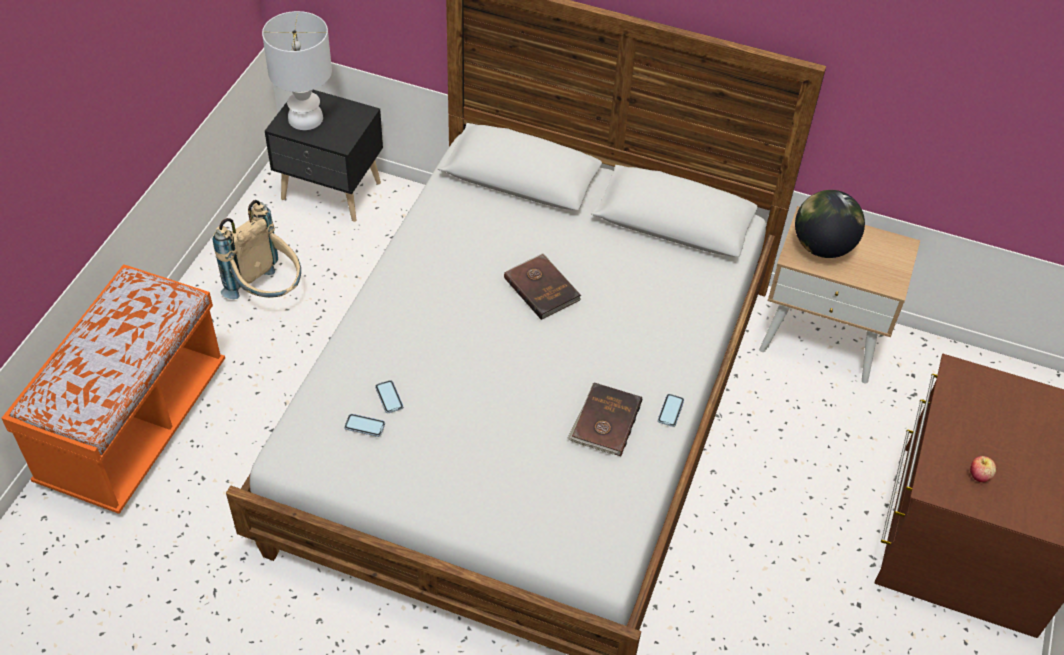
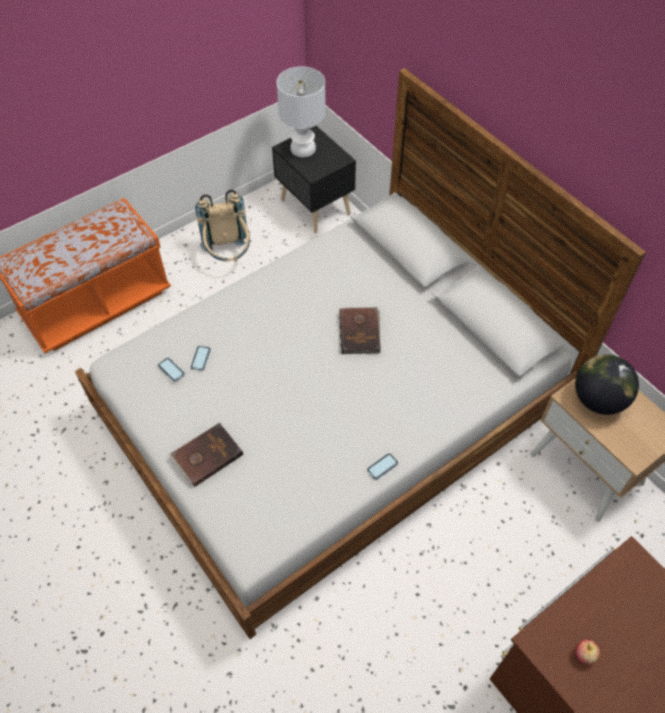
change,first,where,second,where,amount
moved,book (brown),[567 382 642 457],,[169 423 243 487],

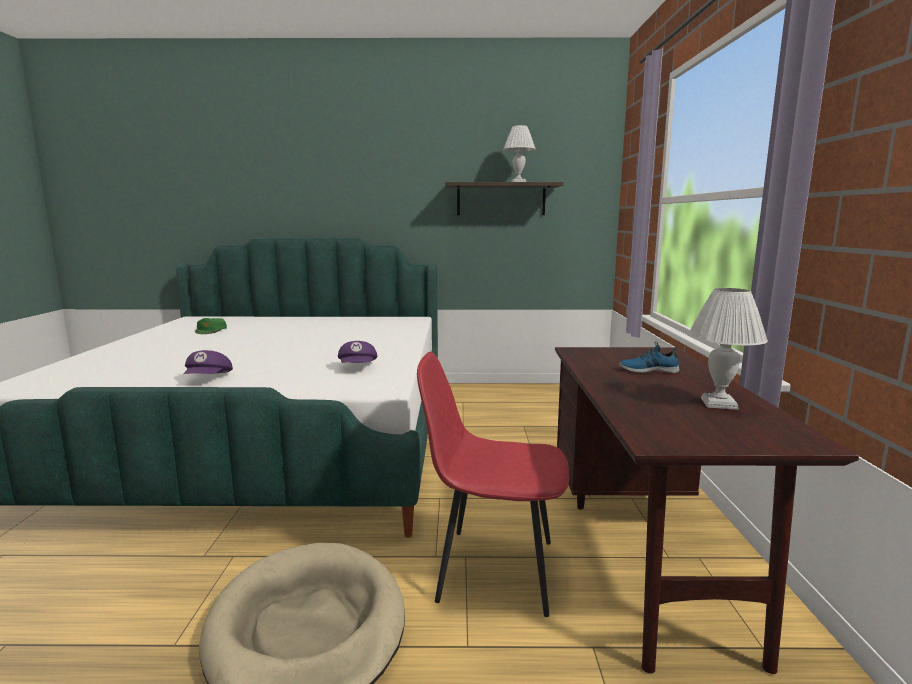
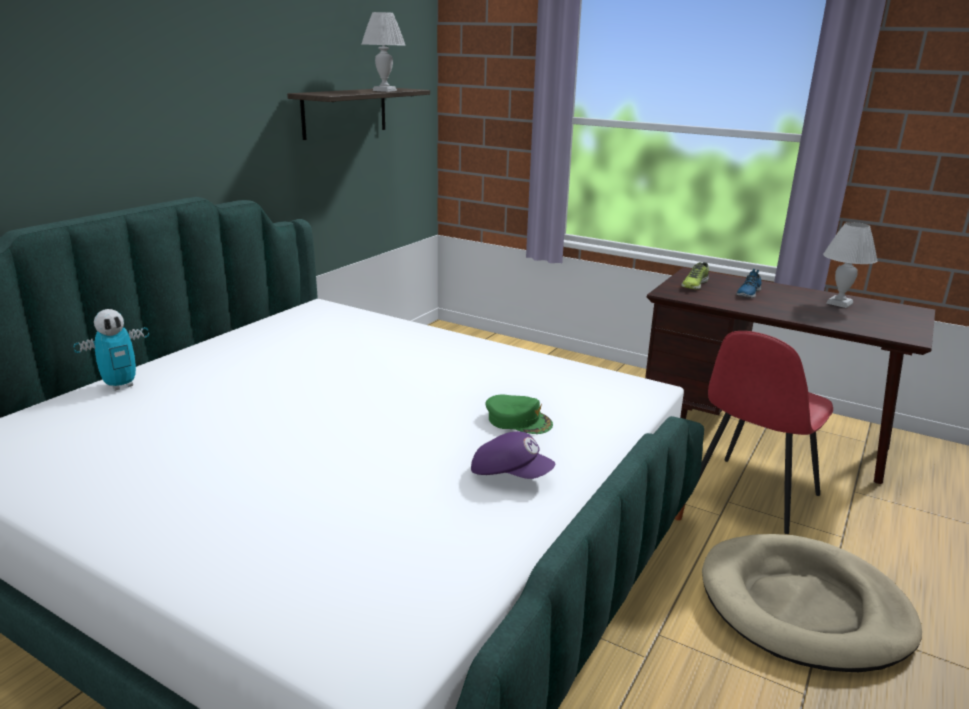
change,first,where,second,where,amount
added,,,toy robot,[73 309 149 391],
moved,cap (green),[195 318 227 334],,[485 395 553 434],
added,,,shoe,[681 262 709 289],
removed,cap (purple),[338 341 377 363],,,

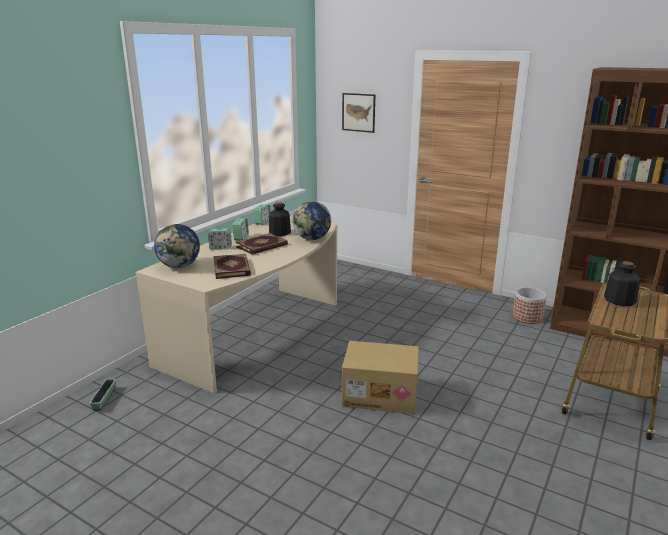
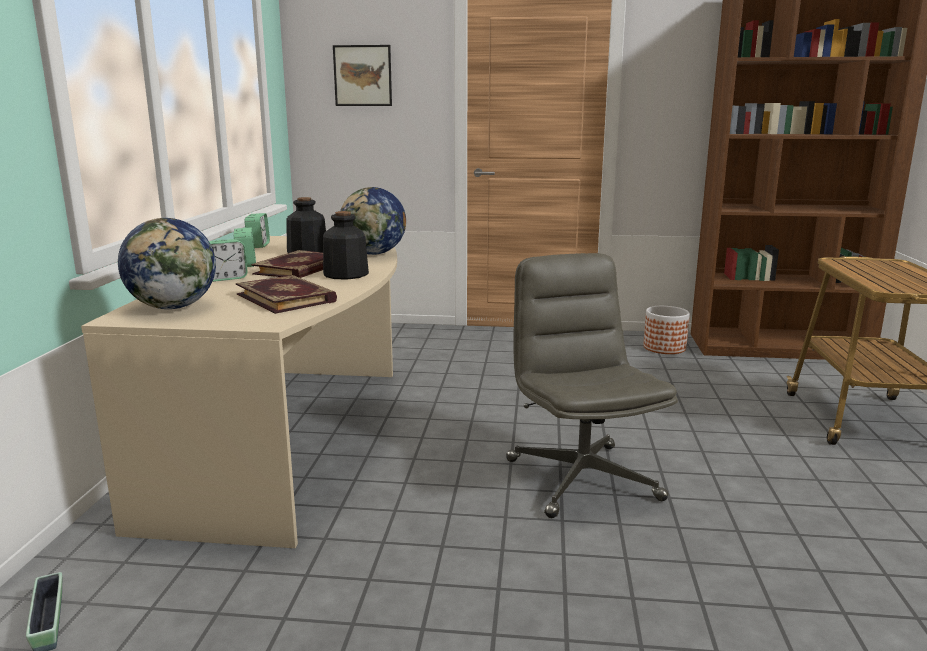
change,first,where,second,where,amount
moved,bottle,[604 261 640 306],,[323 211 369 280],
replaced,cardboard box,[342 341 419 414],office chair (grey),[506 253 678 518],

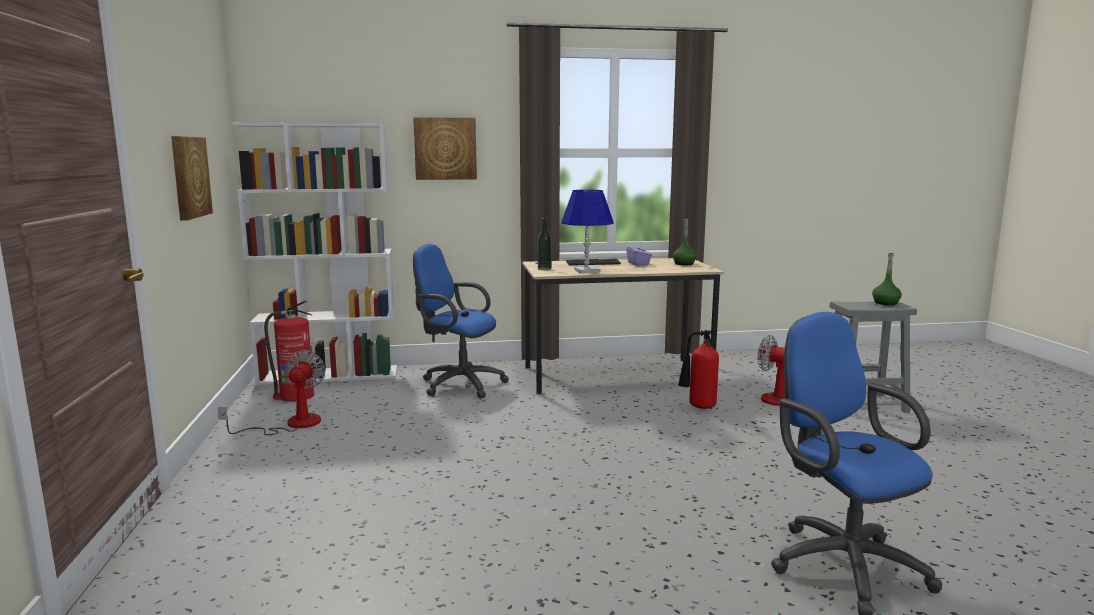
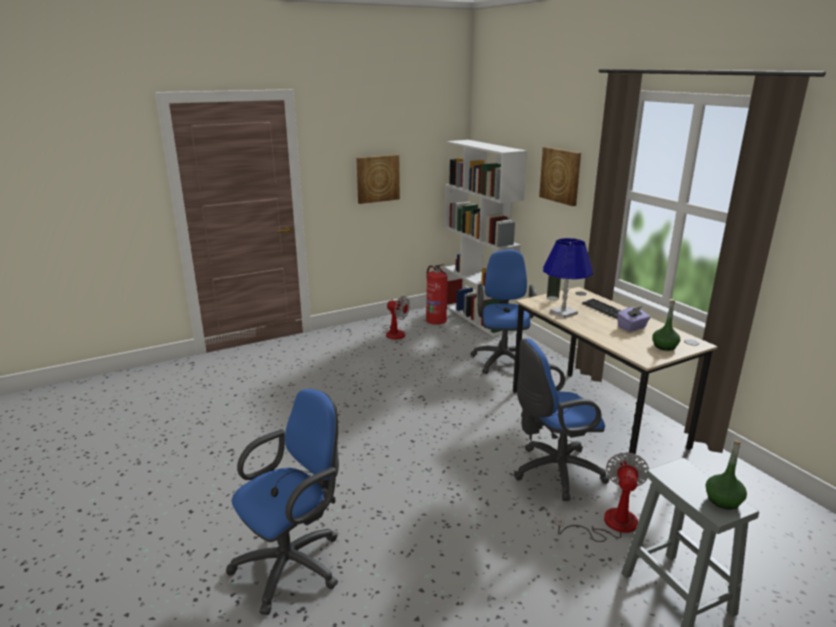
change,first,where,second,where,amount
turned,fan,[218 350 326 435],,[383 296 410 340],45 degrees clockwise
replaced,fire extinguisher,[678 330 719 409],office chair (blue),[514 339 610 501],

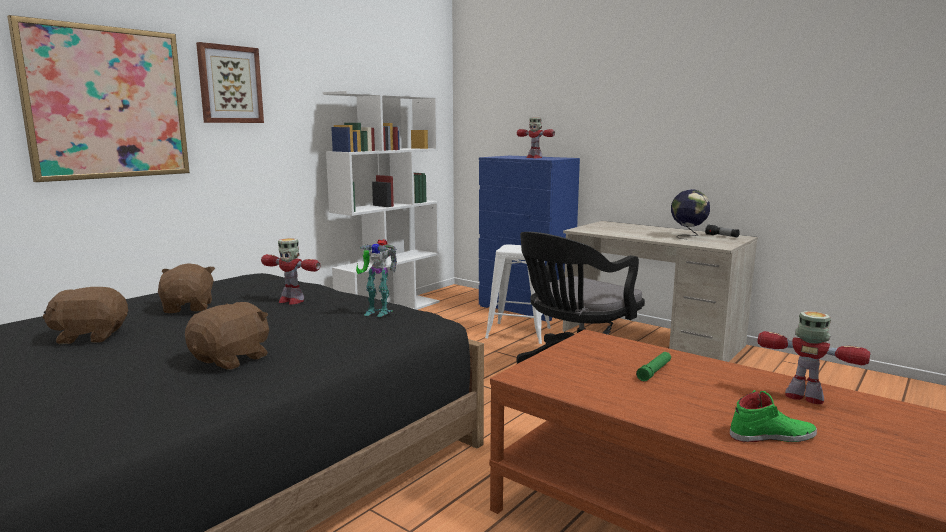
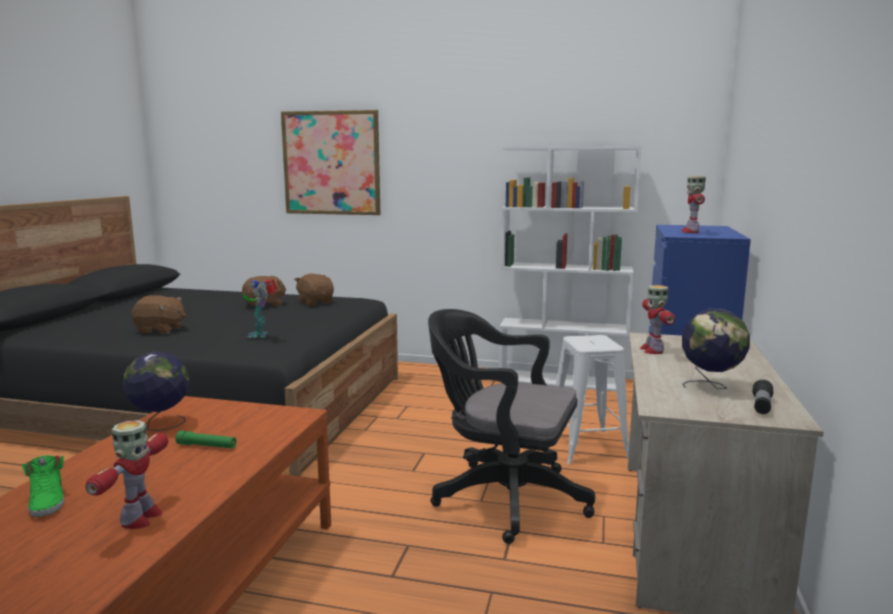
change,first,where,second,where,amount
added,,,globe,[123 351 189 431],
moved,plush toy (brown),[43 287 128 344],,[294 273 334 306],
moved,toy robot,[261 238 321 305],,[640 285 675 354],
removed,picture,[196 42 264 123],,,

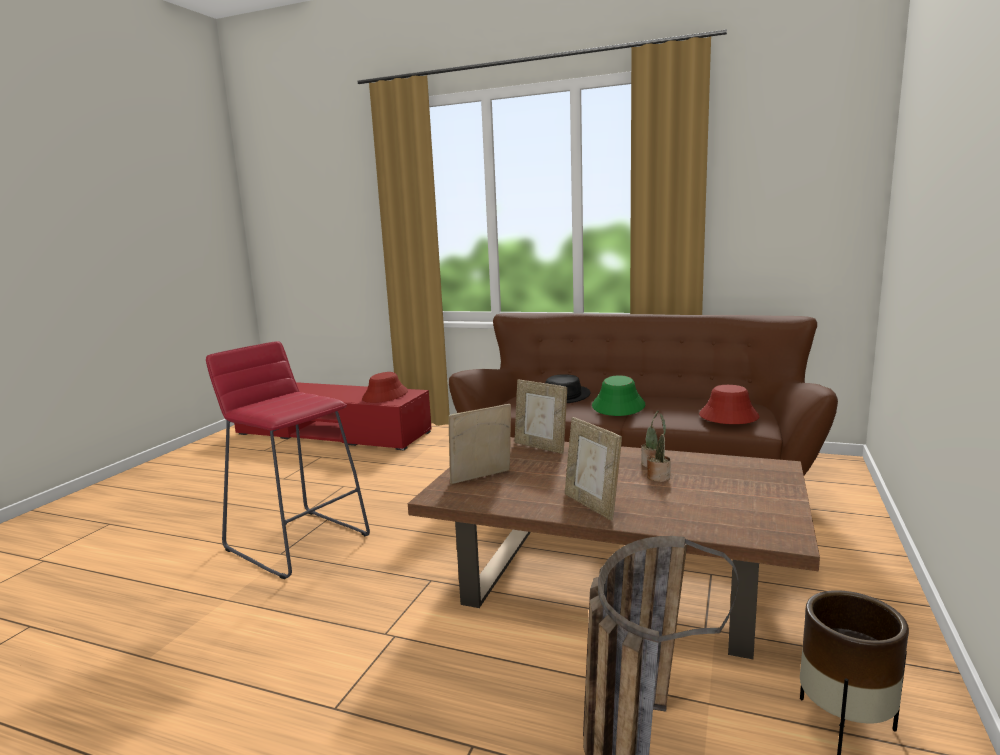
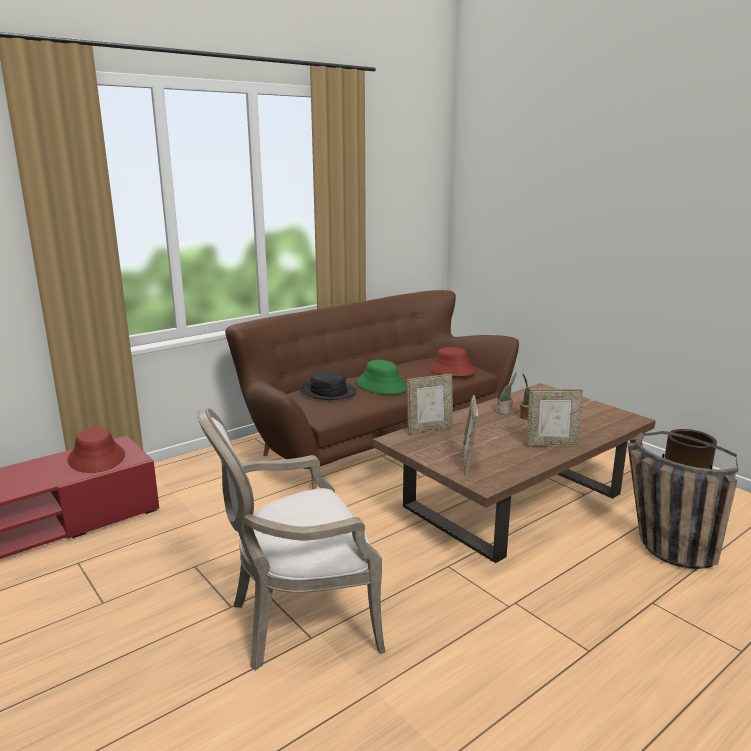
change,first,where,second,where,amount
replaced,stool (red),[206 341 370 579],armchair,[197 408 385 670],

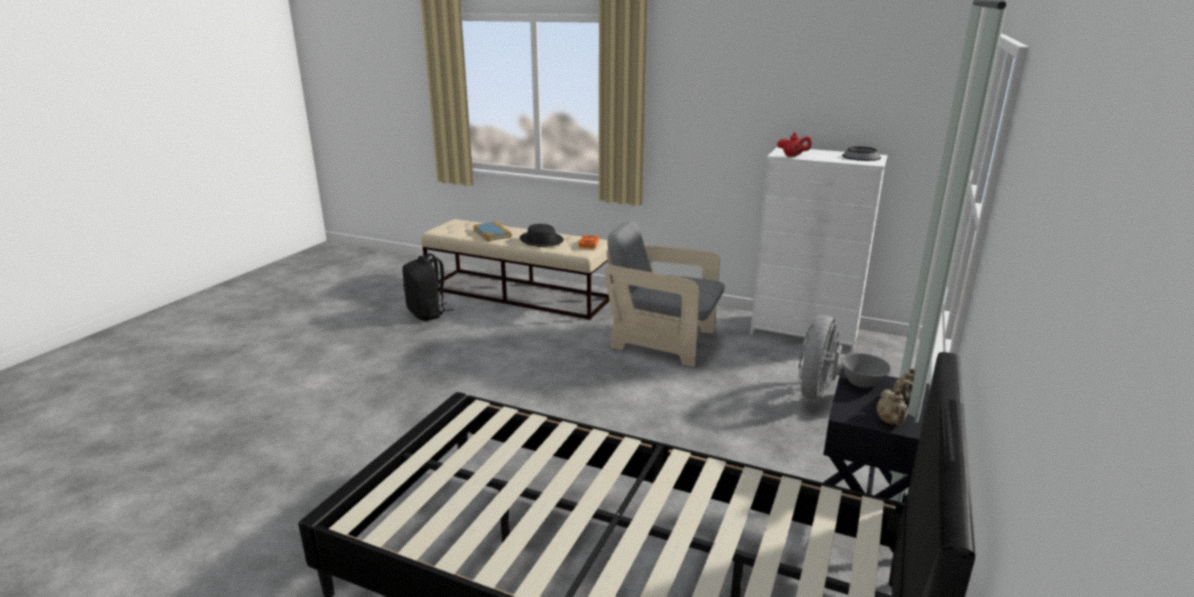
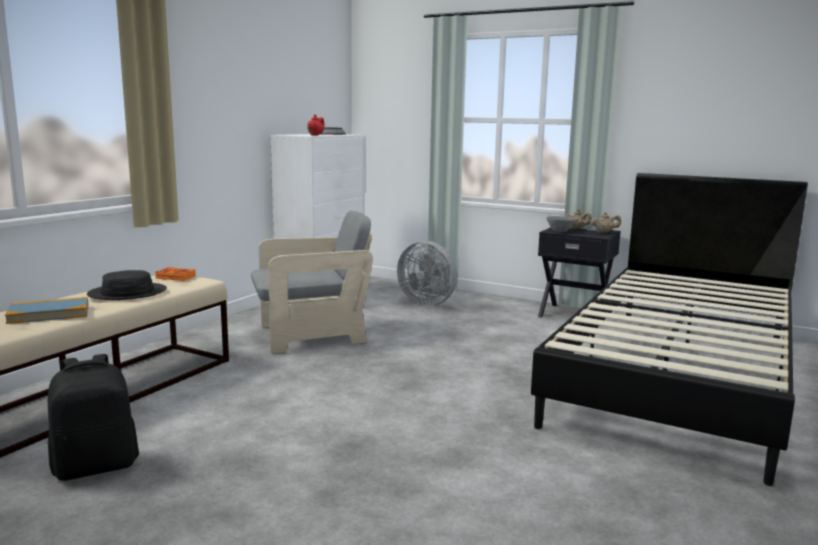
change,first,where,second,where,amount
turned,armchair (grey),[605 221 725 367],,[251 211 373 354],135 degrees counterclockwise

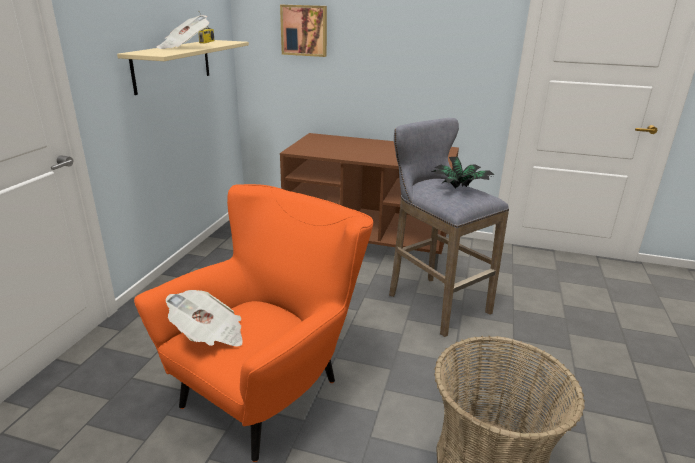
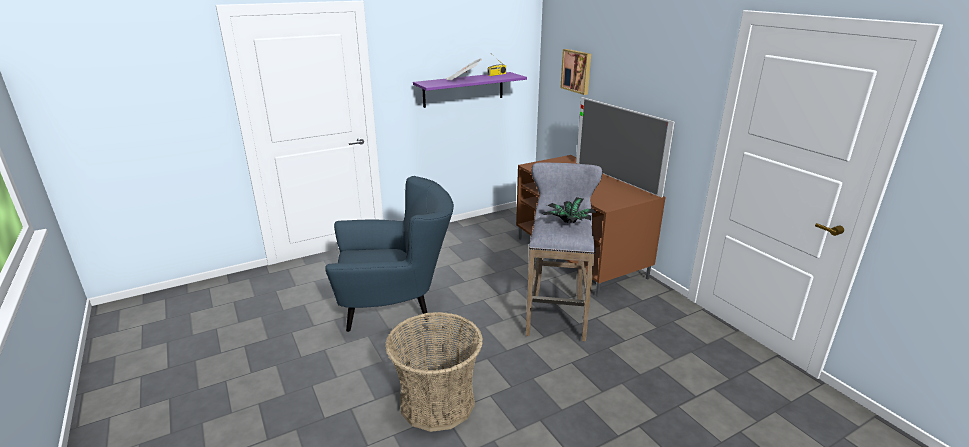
change,first,where,second,where,amount
recoloured,armchair (orange),[134 184 373 462],armchair (blue),[325 176 454 332],
recoloured,shelf (beige),[117 40 249 95],shelf (purple),[413 72 527 108],
added,,,television,[576 97 675 198],
removed,newspaper,[166 290 243 346],,,

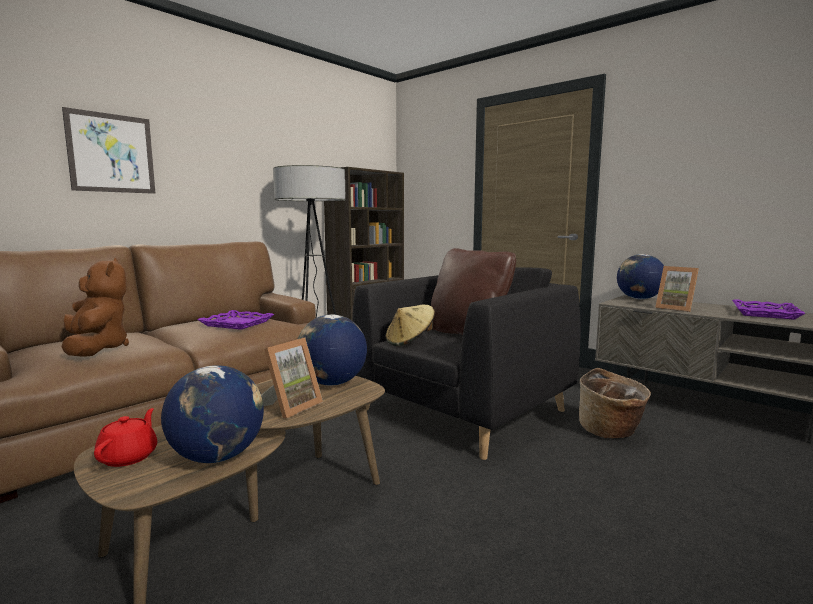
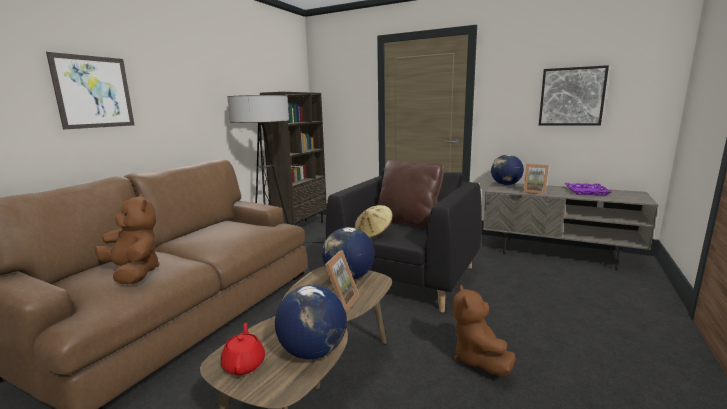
change,first,where,second,where,amount
added,,,plush toy (brown),[453 284 516 376],
added,,,picture,[539 65 609 126],
removed,tray (purple),[198 310 274 330],,,
removed,basket,[579 368 651 438],,,

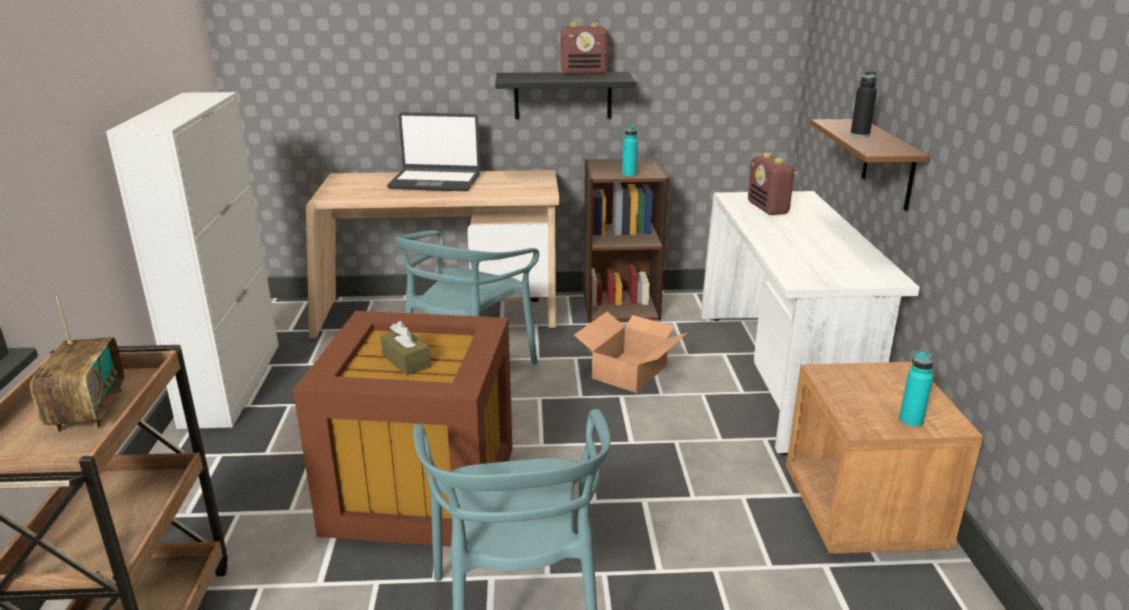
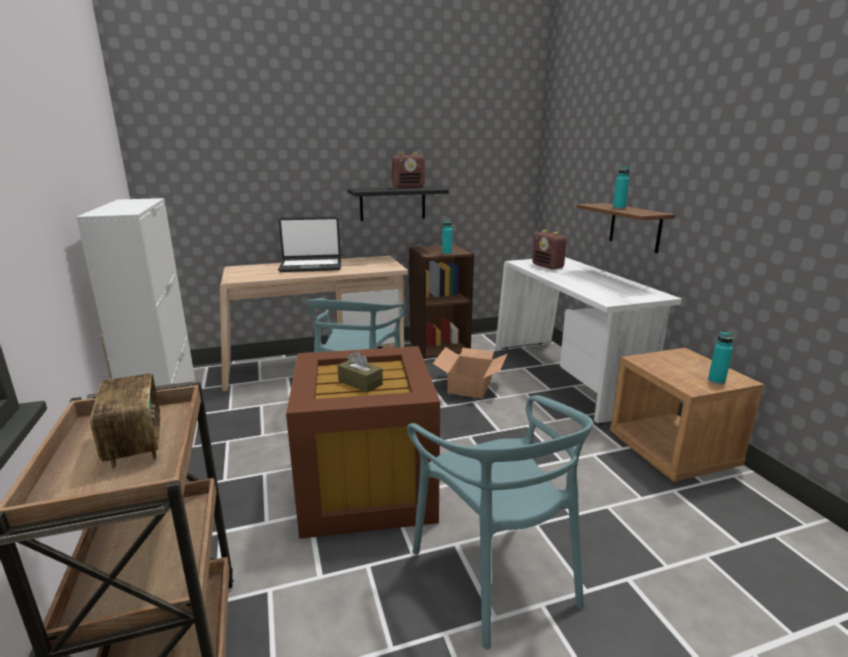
change,first,where,second,where,amount
recoloured,bottle (black),[851 71 877 137],bottle (turquoise),[613 166 629 209],

